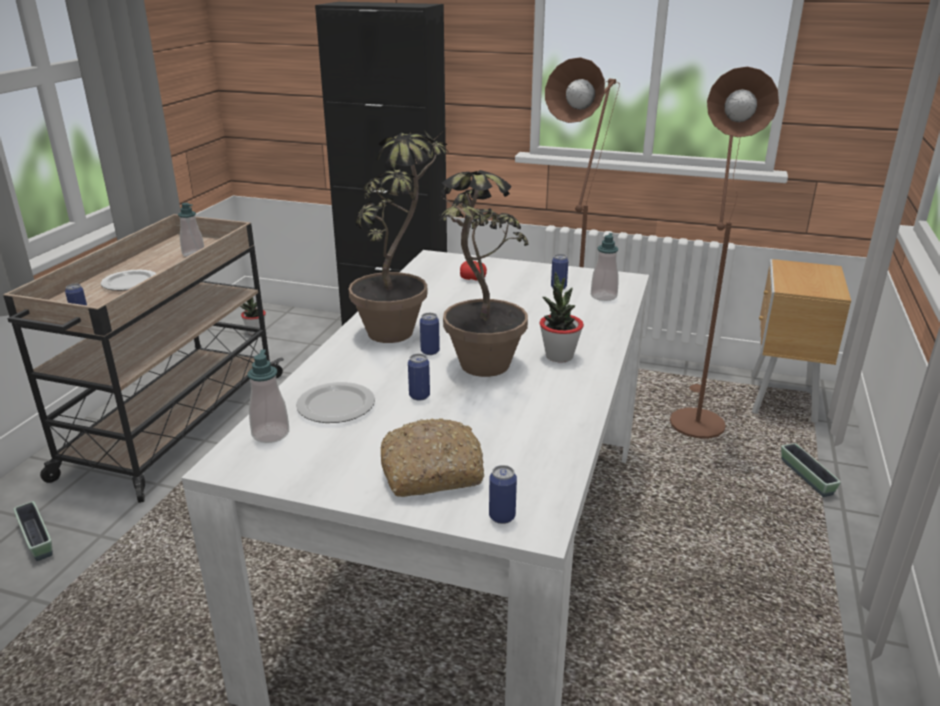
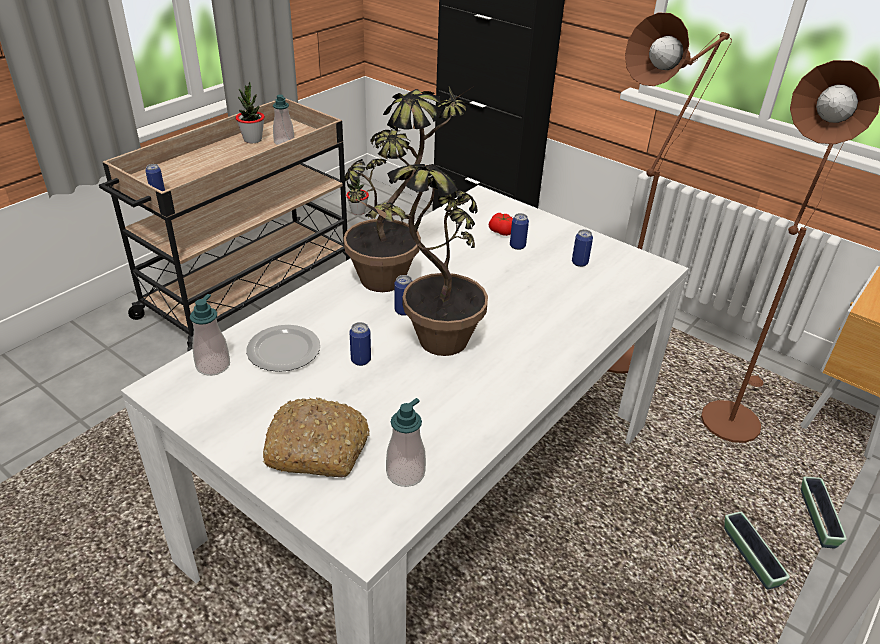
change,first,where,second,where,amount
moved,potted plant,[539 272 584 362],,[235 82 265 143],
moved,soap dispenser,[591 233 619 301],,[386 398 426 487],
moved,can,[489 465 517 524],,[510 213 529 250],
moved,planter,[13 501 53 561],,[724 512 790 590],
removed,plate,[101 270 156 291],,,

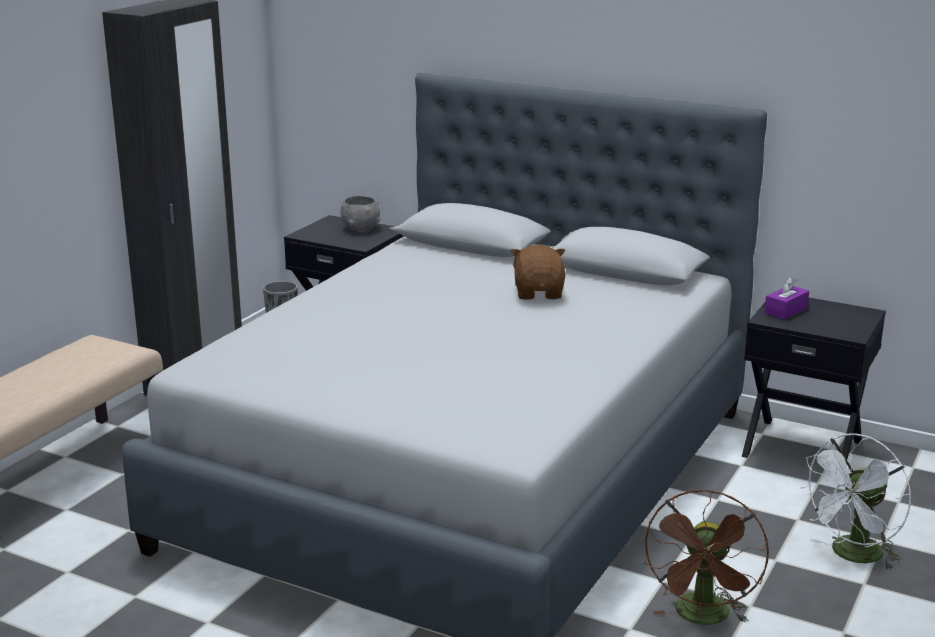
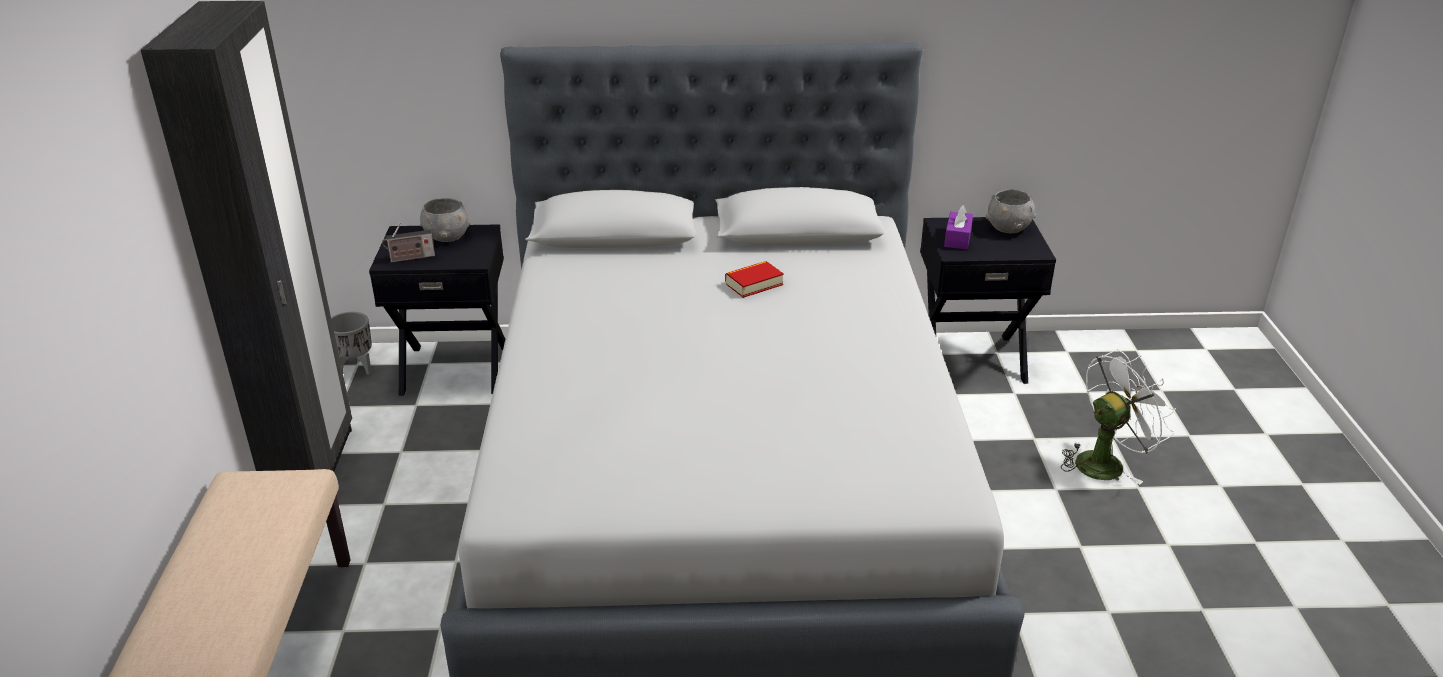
change,first,where,second,where,amount
added,,,radio,[382 222 435 263],
replaced,plush toy (brown),[511 244 566 300],book,[725 261 784 298],
added,,,bowl (grey),[986 189 1036 233],
turned,fan (white),[799 433 912 571],,[1061 349 1176 485],135 degrees counterclockwise
removed,fan (brown),[644 490 769 625],,,

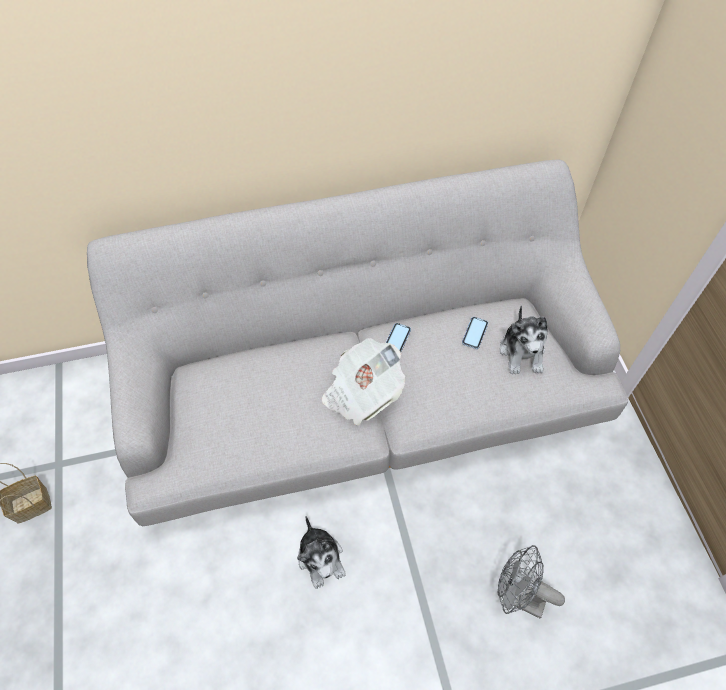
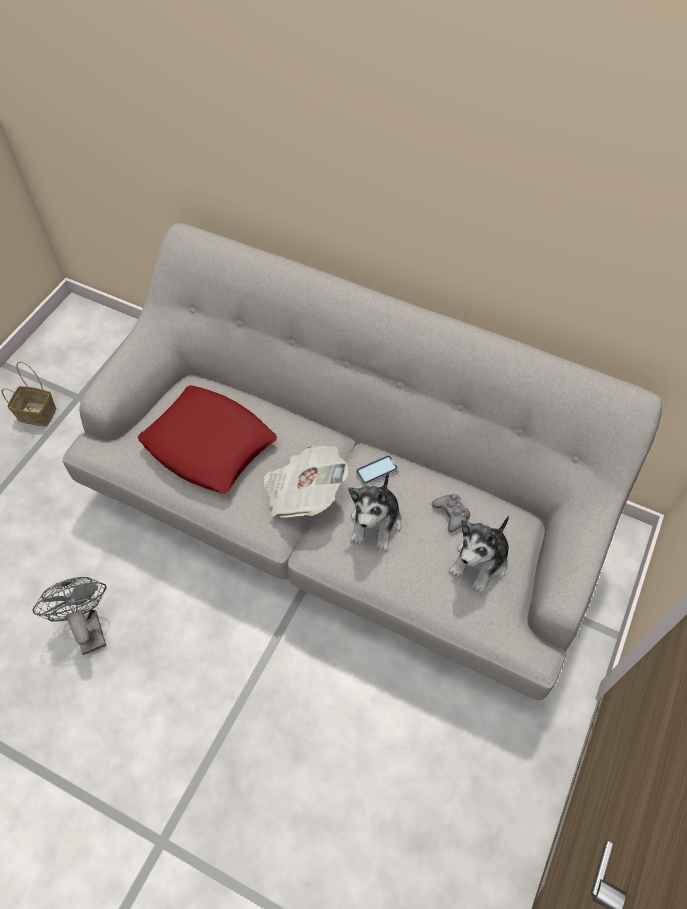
change,first,where,second,where,amount
moved,fan (grey),[498 545 565 618],,[33 577 107 655],
added,,,pillow (red),[138 385 277 494],
moved,plush toy,[297 516 346 589],,[348 472 402 552],
replaced,phone,[462 317 488 349],game controller (grey),[431 494 470 533],

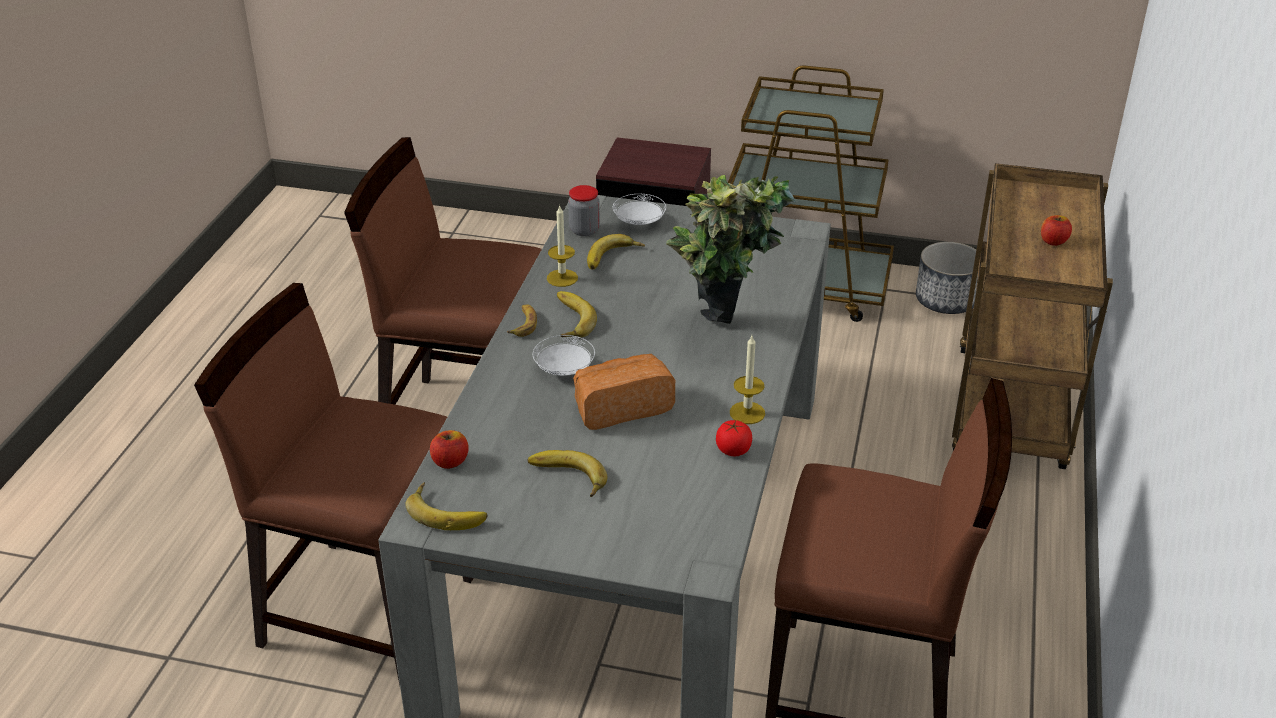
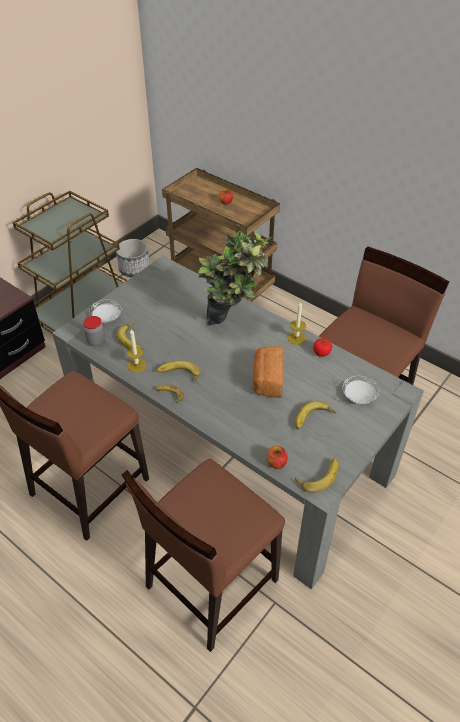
change,first,where,second,where,amount
moved,plate (white),[533 335 595 376],,[342 376 379 404],

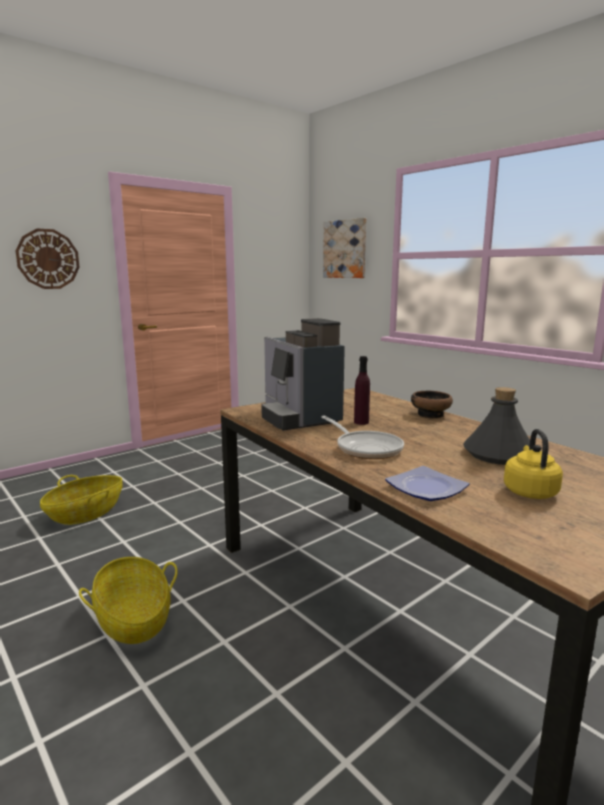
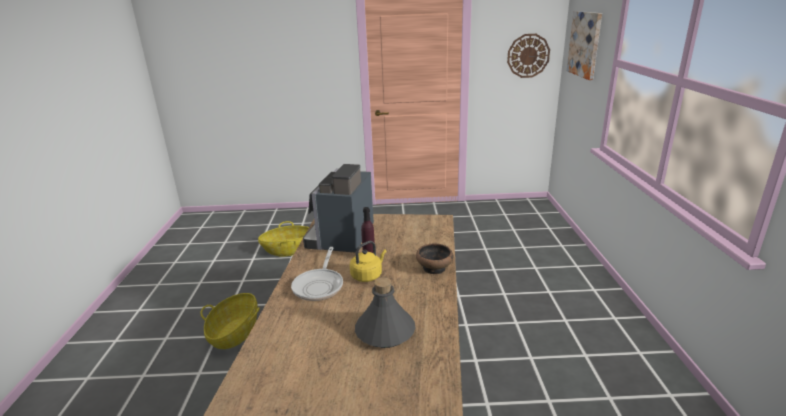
change,first,where,second,where,amount
moved,kettle (yellow),[504 429 563 499],,[350 241 387 282],
moved,wall clock,[15 229 80 289],,[507 34 550 78],
removed,plate,[385 466 470 501],,,

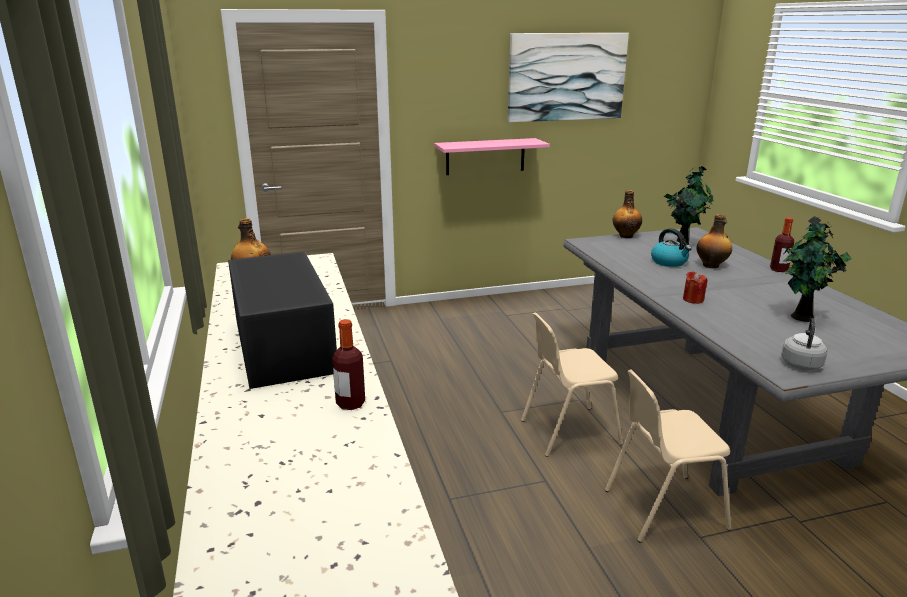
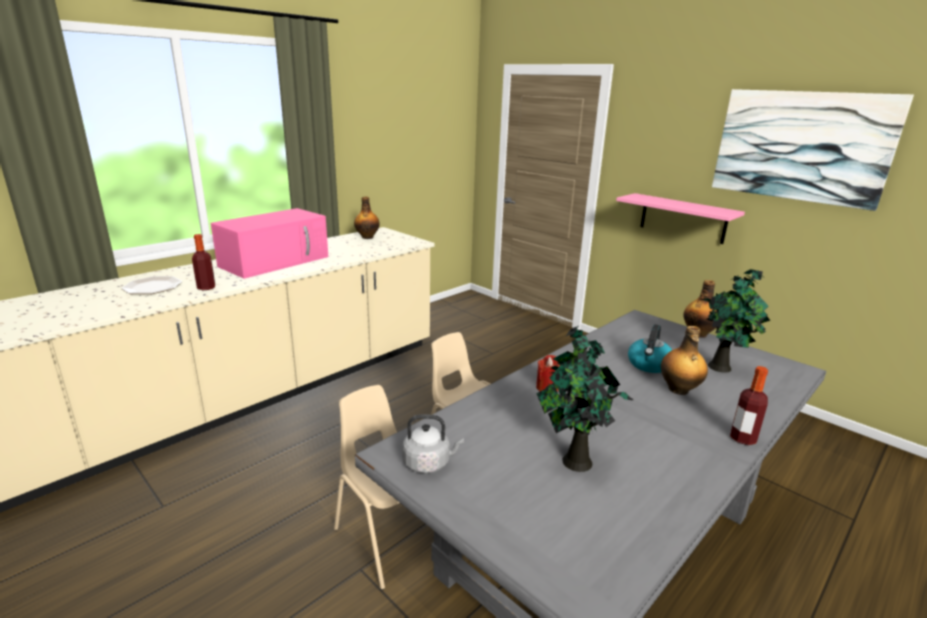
change,first,where,second,where,amount
added,,,plate,[121 276 182 294],
recoloured,microwave (black),[228 251 337 389],microwave (pink),[211 208 328 279],

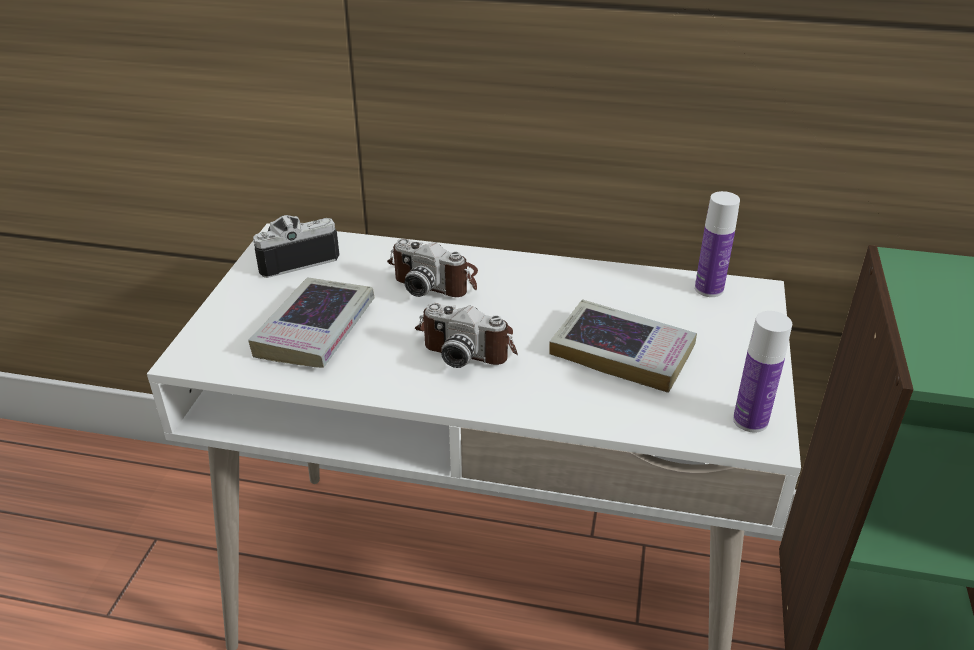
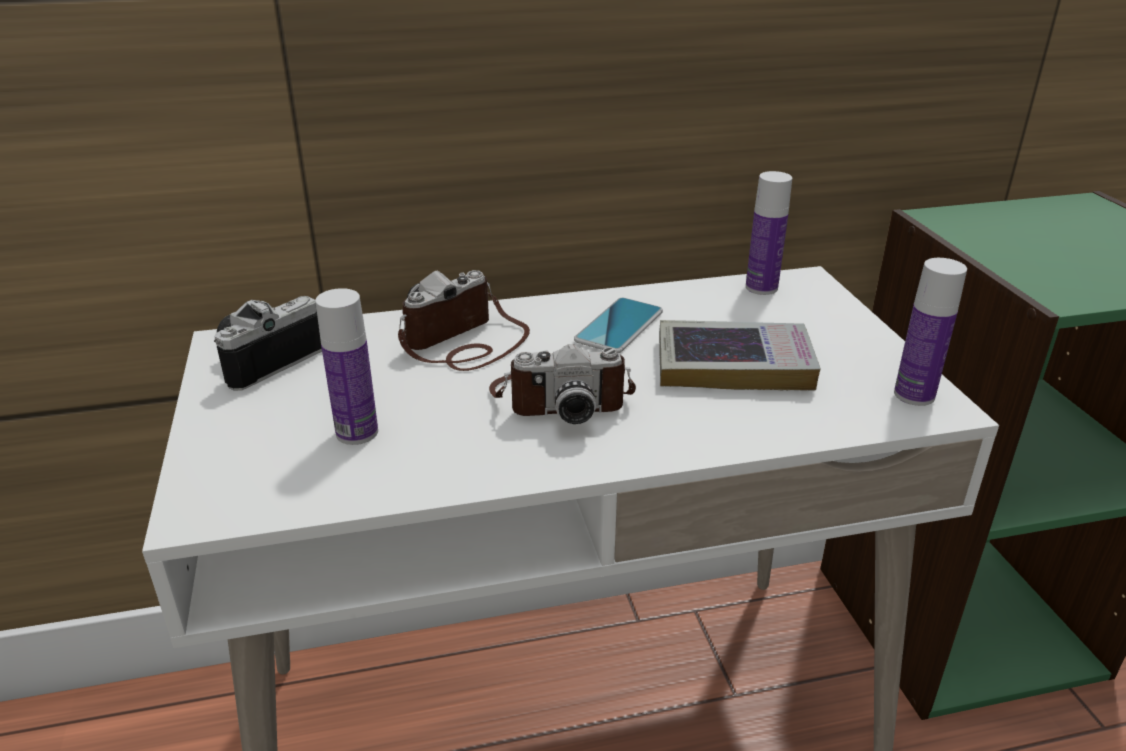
change,first,where,second,where,amount
replaced,book,[248 278 375 368],bottle,[315 288 378 445],
turned,photo camera,[387 238 478 297],,[398 270 530 371],135 degrees clockwise
added,,,phone,[574 298 663 353],

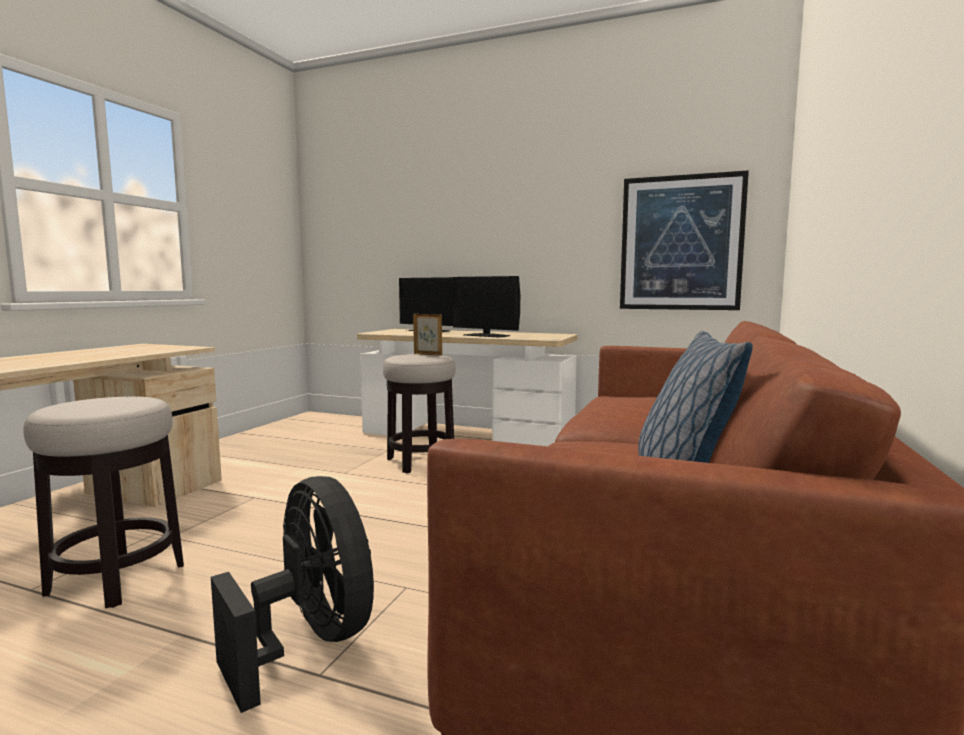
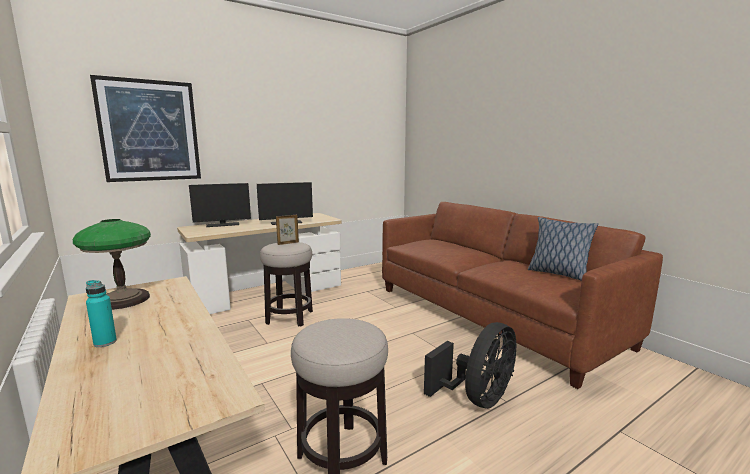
change,first,where,second,where,amount
added,,,table lamp,[73 219 151 310],
added,,,bottle (turquoise),[86 280 117 347],
moved,picture,[620 170 749 310],,[90 75 201 182],
turned,fan (black),[211 476 374 713],,[424 322 516 409],135 degrees clockwise

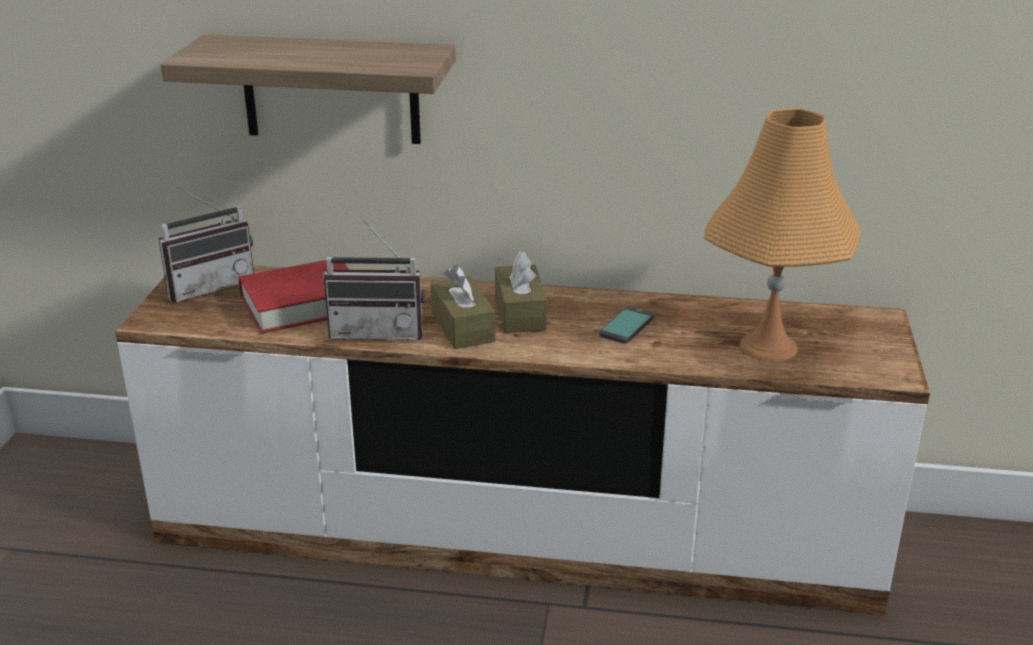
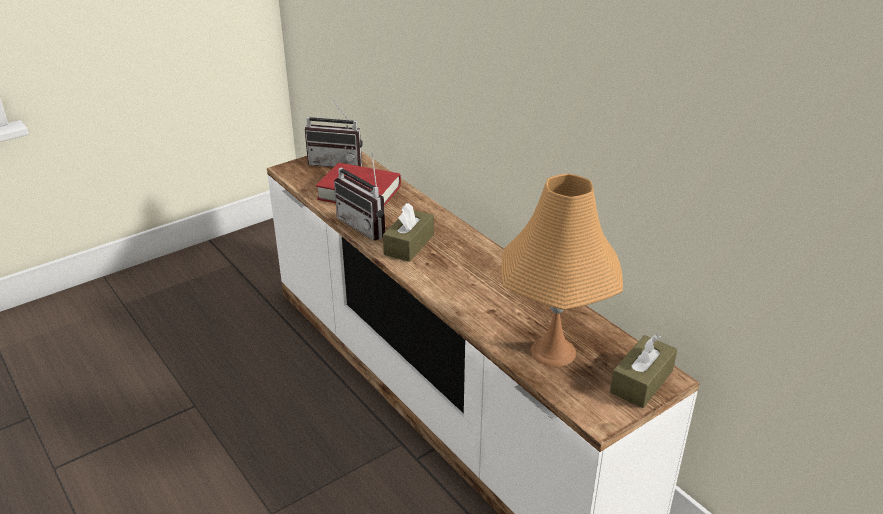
change,first,where,second,where,amount
moved,tissue box (brown),[495 251 547 333],,[610 334 677 408],
removed,shelf,[161 34 456 144],,,
removed,phone,[599 306 655 344],,,

